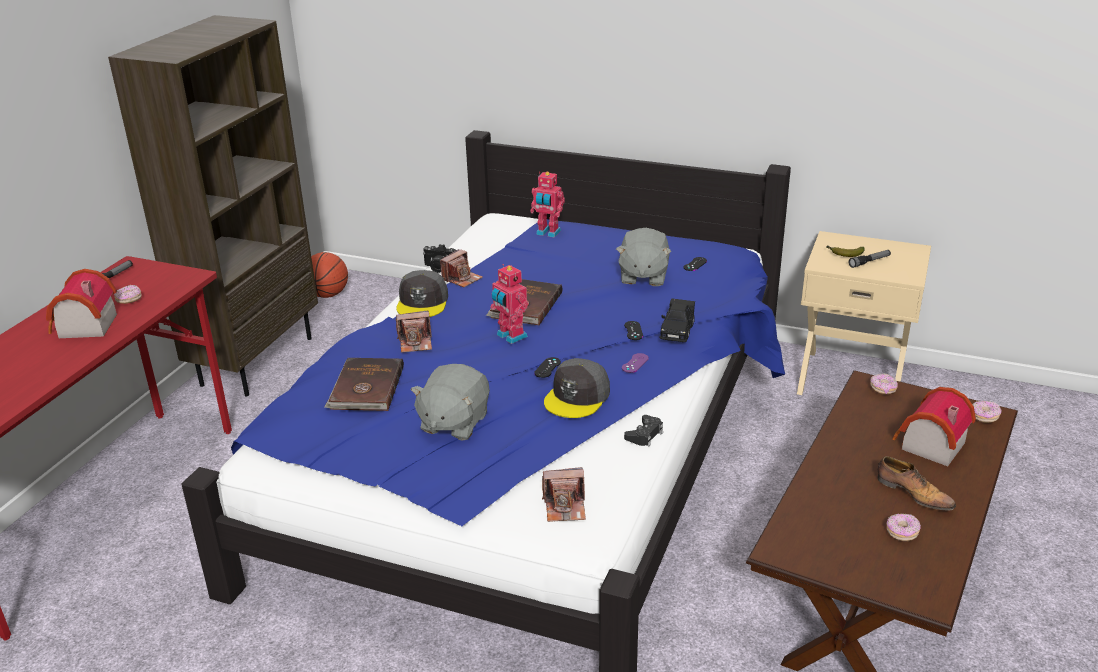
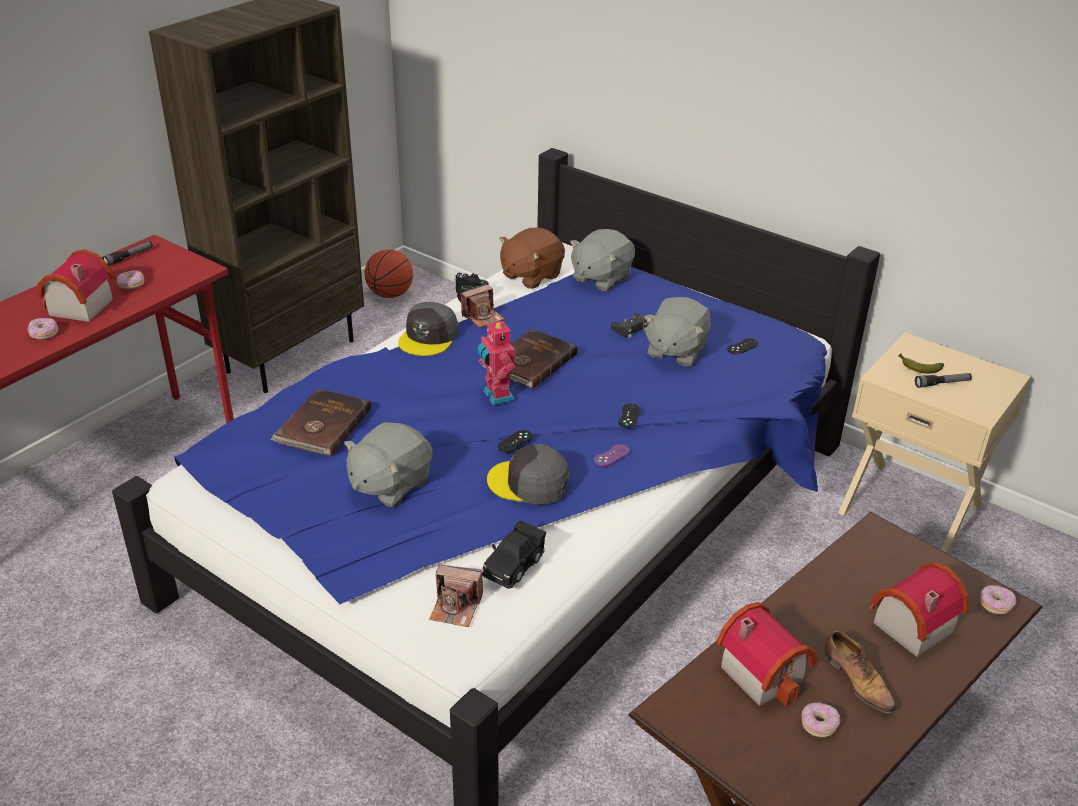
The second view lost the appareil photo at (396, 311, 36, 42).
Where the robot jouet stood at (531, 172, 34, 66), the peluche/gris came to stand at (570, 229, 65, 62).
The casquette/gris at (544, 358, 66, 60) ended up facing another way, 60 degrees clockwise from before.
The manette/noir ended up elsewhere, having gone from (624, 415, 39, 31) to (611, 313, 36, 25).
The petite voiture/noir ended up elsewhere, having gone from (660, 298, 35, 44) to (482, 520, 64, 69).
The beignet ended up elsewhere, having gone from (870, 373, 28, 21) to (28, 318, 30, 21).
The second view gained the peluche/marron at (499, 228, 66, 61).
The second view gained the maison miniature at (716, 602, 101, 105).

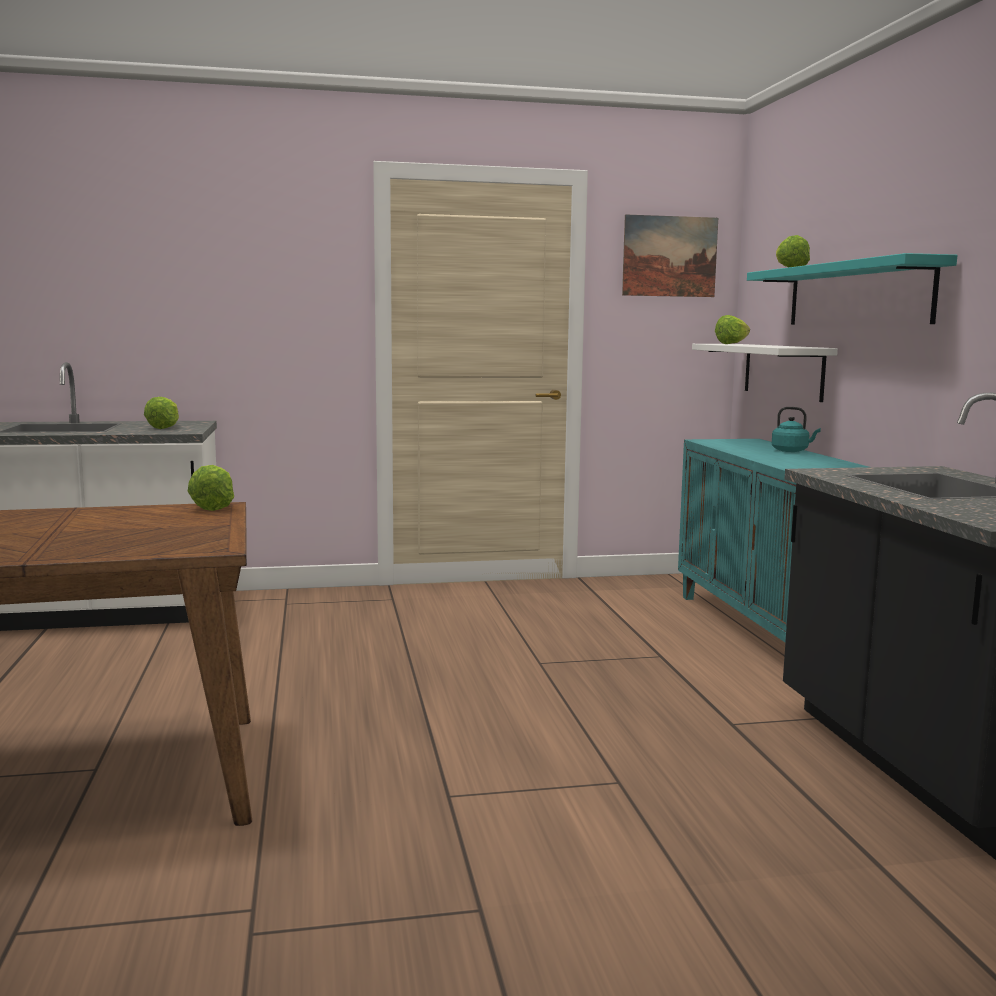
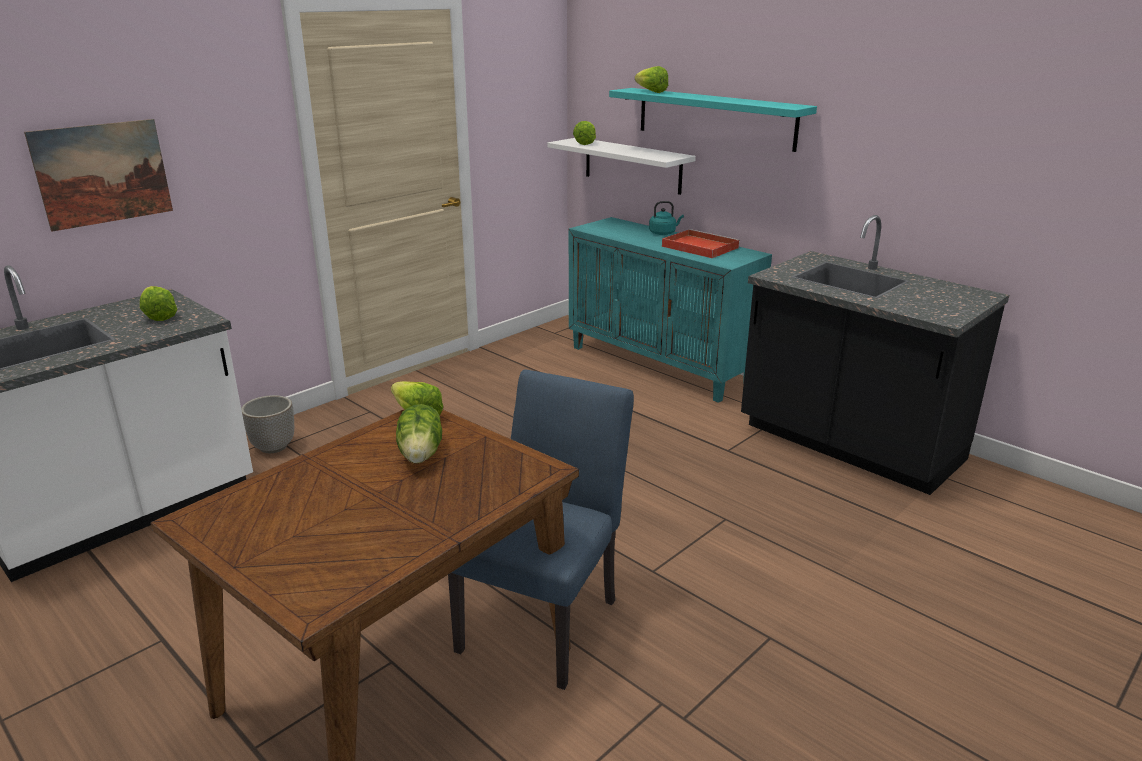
The tableau ended up elsewhere, having gone from (622, 214, 96, 83) to (24, 119, 149, 113).
The second view gained the cache-pot at (241, 395, 53, 58).
The second view gained the laitue at (396, 404, 46, 60).
The second view gained the chaise/bleu at (448, 369, 186, 321).
The second view gained the plateau/rouge at (662, 229, 78, 29).

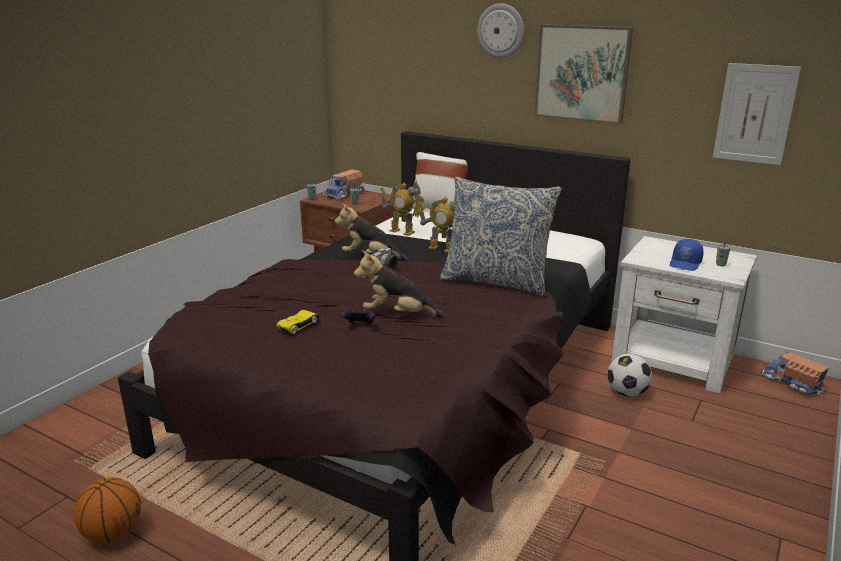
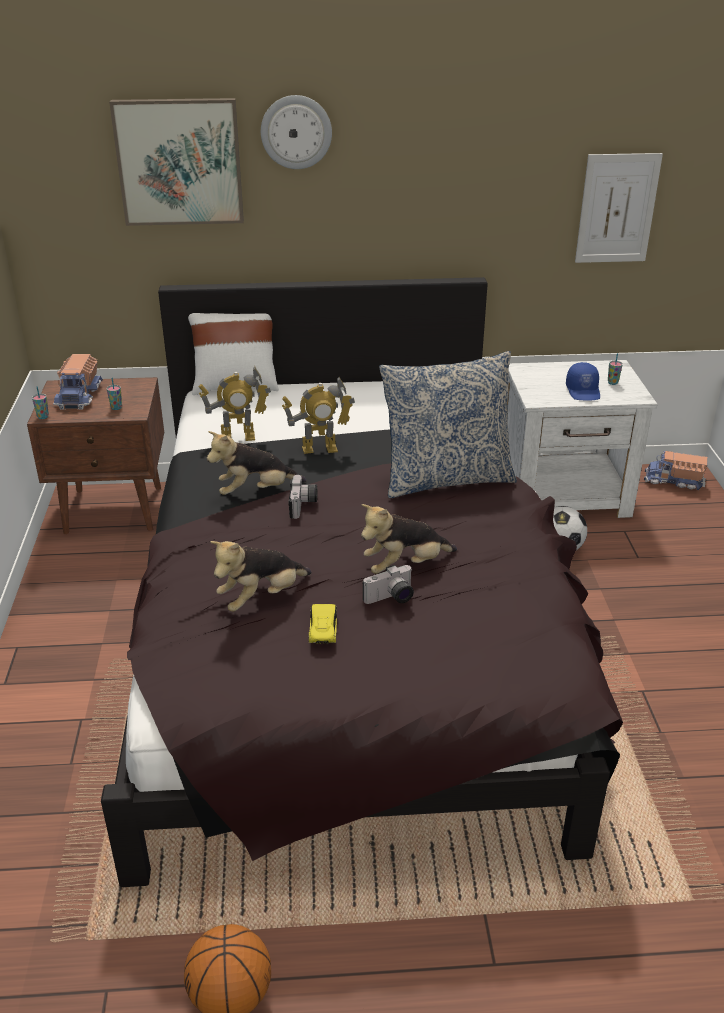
Where the manette stood at (342, 309, 33, 15), the appareil photo came to stand at (363, 565, 51, 39).
The tableau ended up elsewhere, having gone from (535, 24, 98, 101) to (109, 98, 135, 128).
The second view gained the peluche at (210, 541, 102, 71).

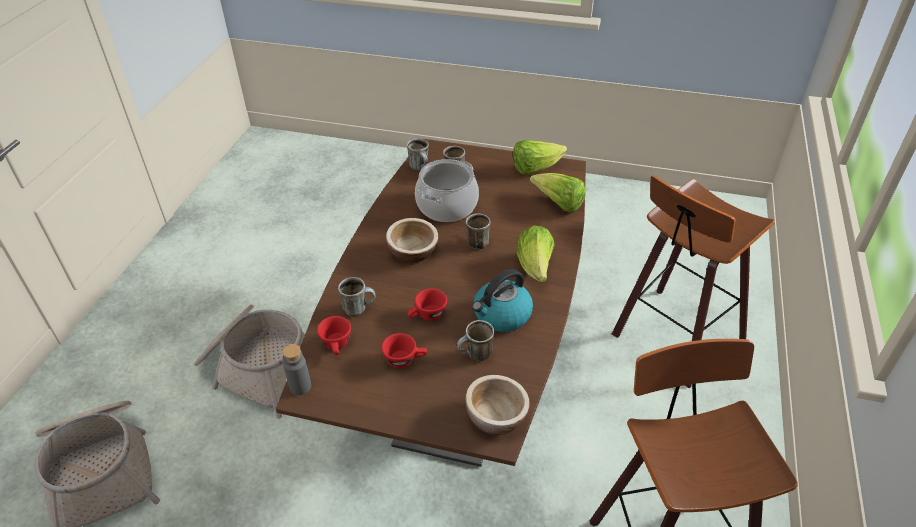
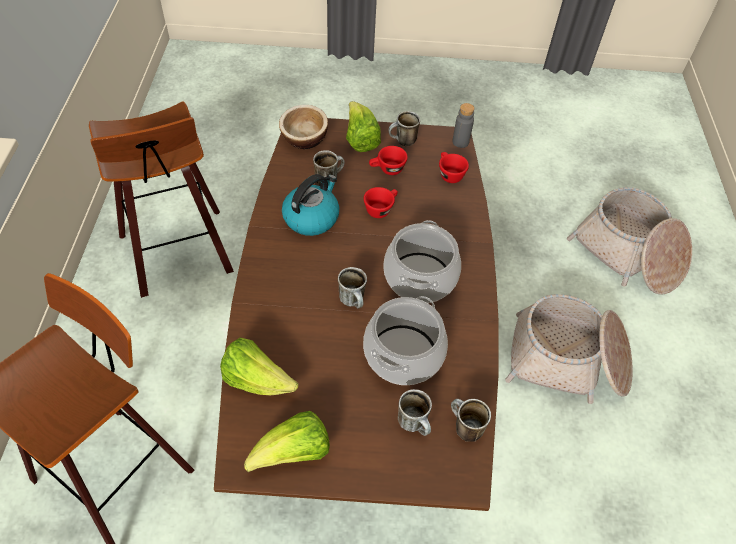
The mug ended up elsewhere, having gone from (338, 277, 37, 40) to (388, 111, 32, 35).
Where the bol stood at (386, 218, 52, 45), the marmite came to stand at (383, 220, 78, 83).
The laitue ended up elsewhere, having gone from (516, 225, 39, 57) to (346, 101, 35, 51).

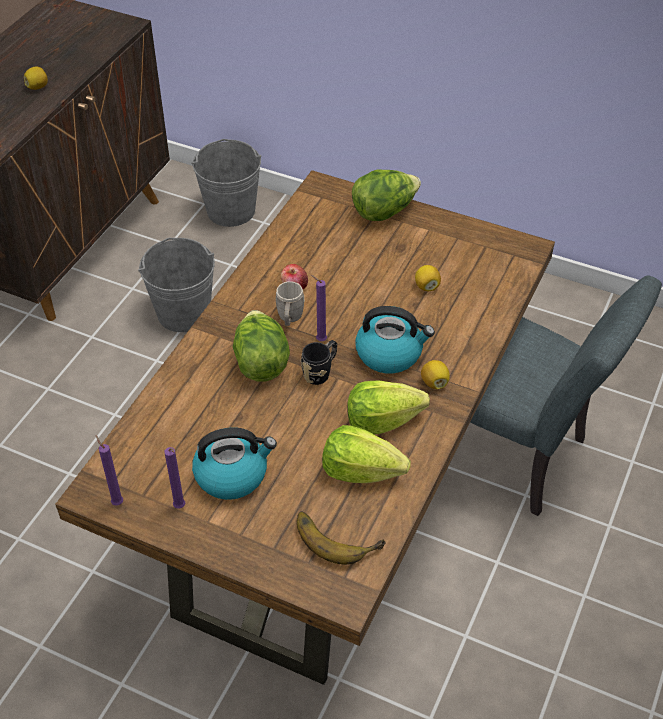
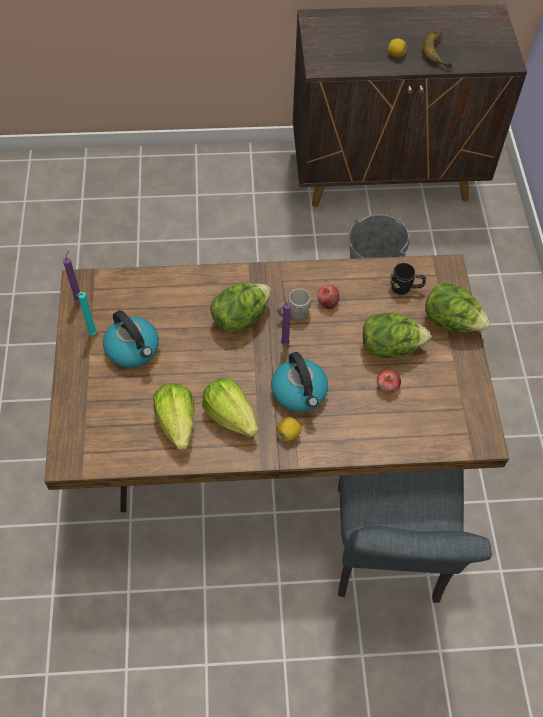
What was the bougie/violet at (164, 447, 21, 62) turned into the bougie/turquoise at (76, 292, 21, 43).
The second view lost the seau/gris at (191, 139, 70, 88).
The banane ended up elsewhere, having gone from (297, 511, 89, 54) to (422, 31, 30, 38).
The mug/noir ended up elsewhere, having gone from (301, 340, 36, 45) to (390, 263, 36, 32).
Where the citron stood at (415, 265, 26, 26), the pomme came to stand at (377, 369, 24, 24).
The second view gained the laitue at (363, 313, 68, 45).

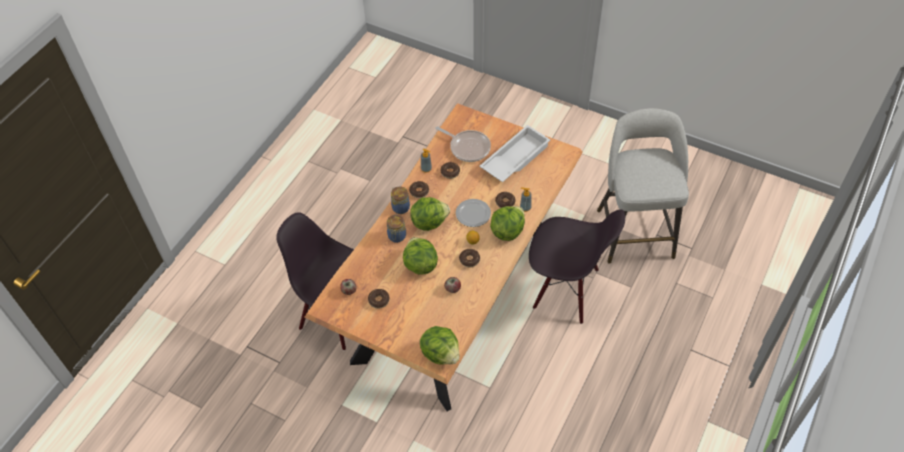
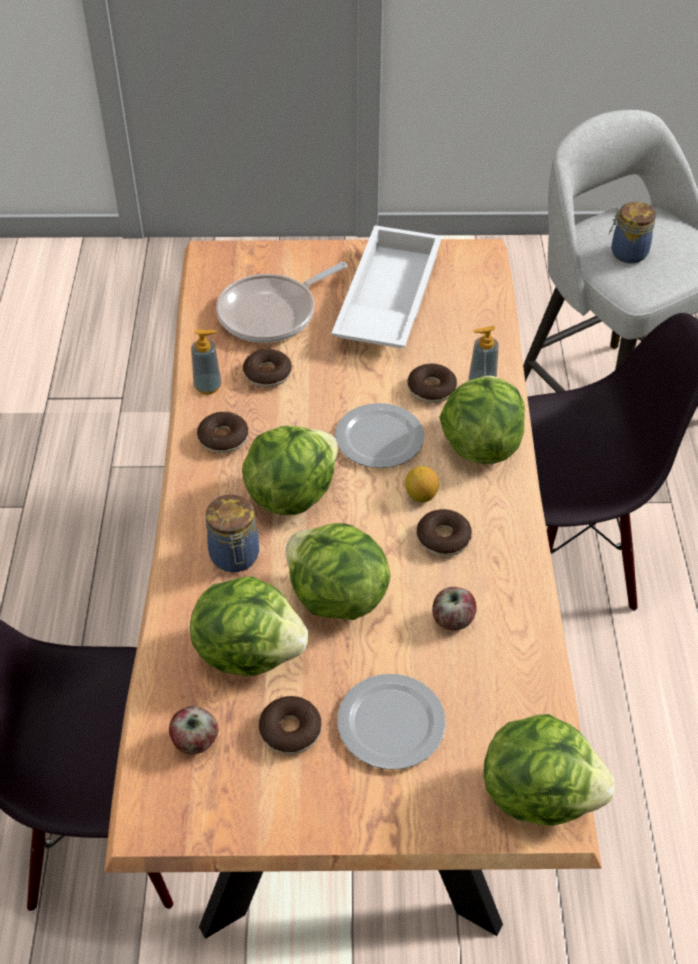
The bocal ended up elsewhere, having gone from (391, 186, 19, 28) to (609, 202, 47, 61).
The poêle at (435, 126, 56, 36) ended up facing another way, 135 degrees clockwise from before.
The second view gained the laitue at (190, 576, 118, 100).
The second view gained the assiette at (337, 674, 109, 96).

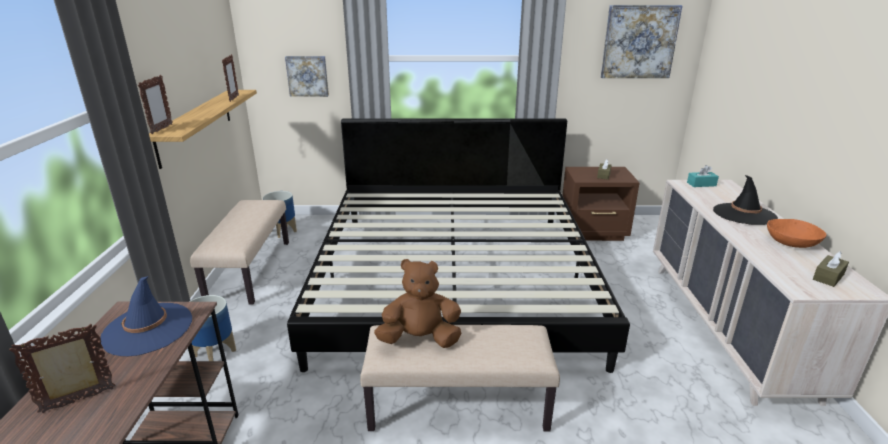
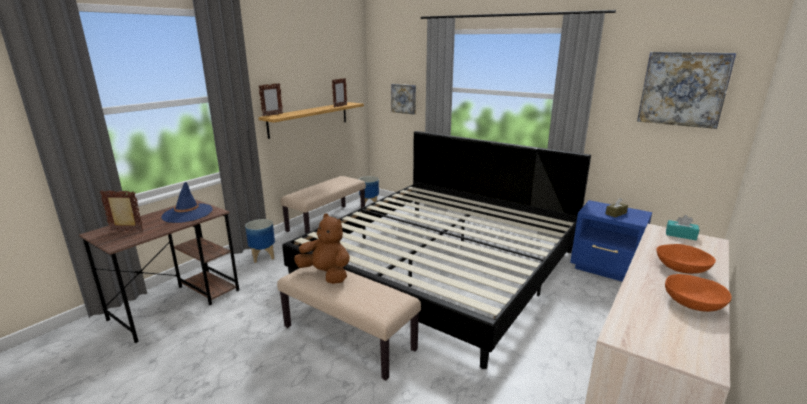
What was the table de chevet/marron at (562, 167, 78, 74) turned into the table de chevet/bleu at (570, 200, 82, 82).
Where the chapeau/noir stood at (713, 175, 65, 50), the bol/orange came to stand at (656, 244, 60, 30).
The second view lost the boîte à mouchoirs/marron at (813, 252, 36, 35).

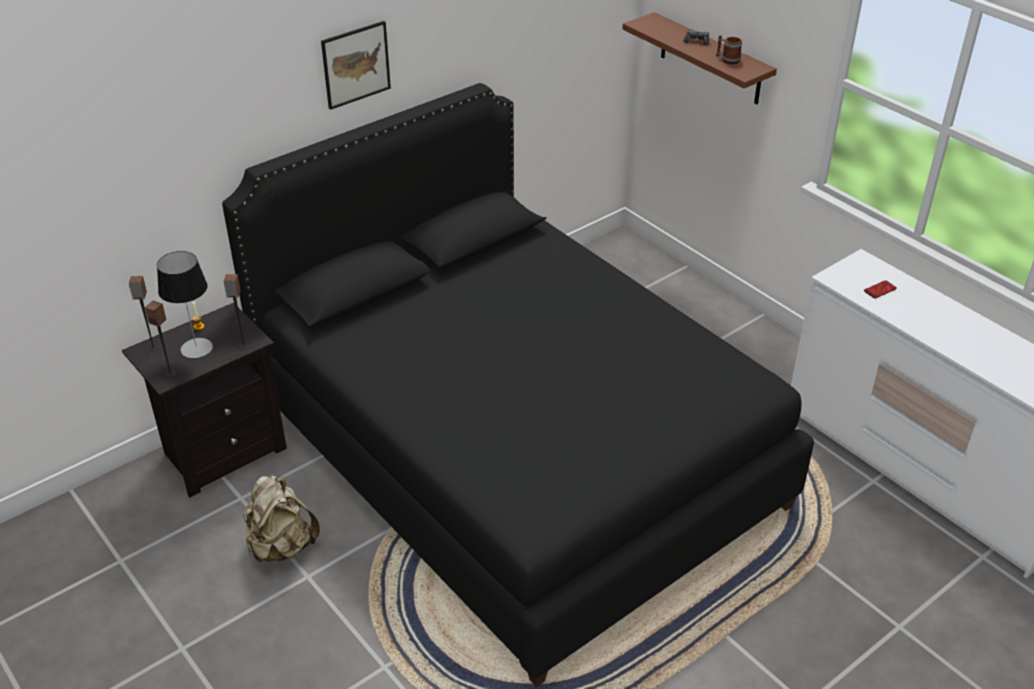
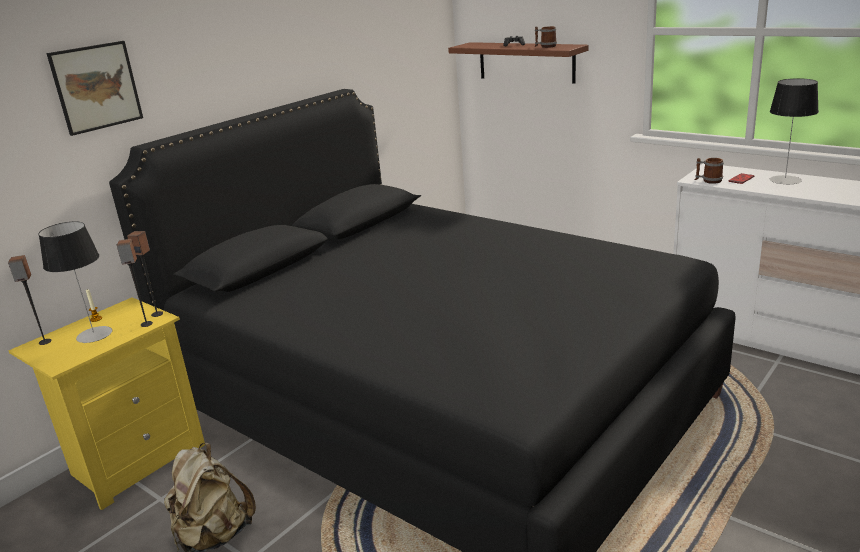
What was the table de chevet/noir at (122, 303, 165, 195) turned into the table de chevet/jaune at (8, 297, 197, 213).
The enceinte ended up elsewhere, having gone from (145, 300, 31, 78) to (127, 231, 36, 86).
The tableau ended up elsewhere, having gone from (321, 21, 70, 89) to (46, 41, 97, 95).
The second view gained the mug at (695, 158, 29, 26).
The second view gained the lampe de table at (770, 78, 49, 106).

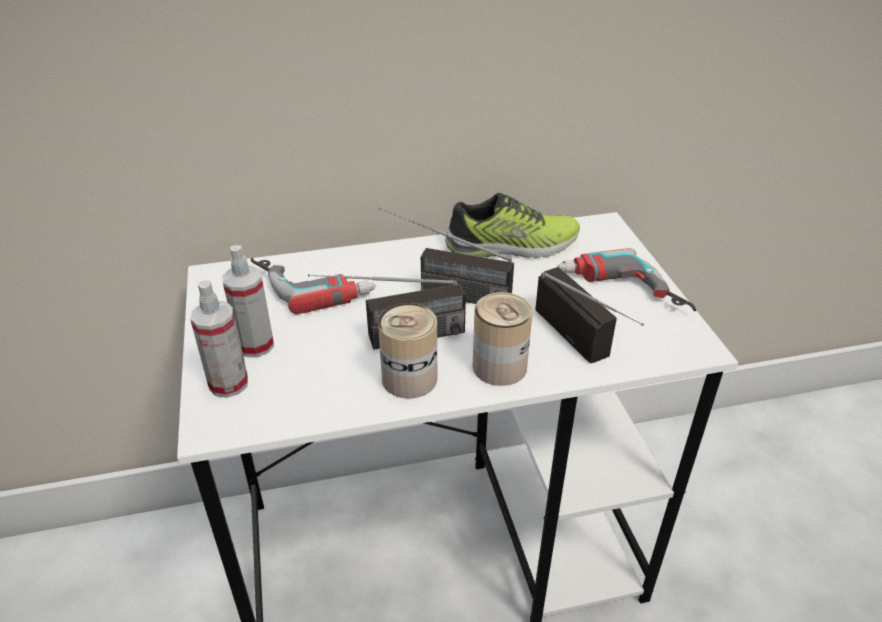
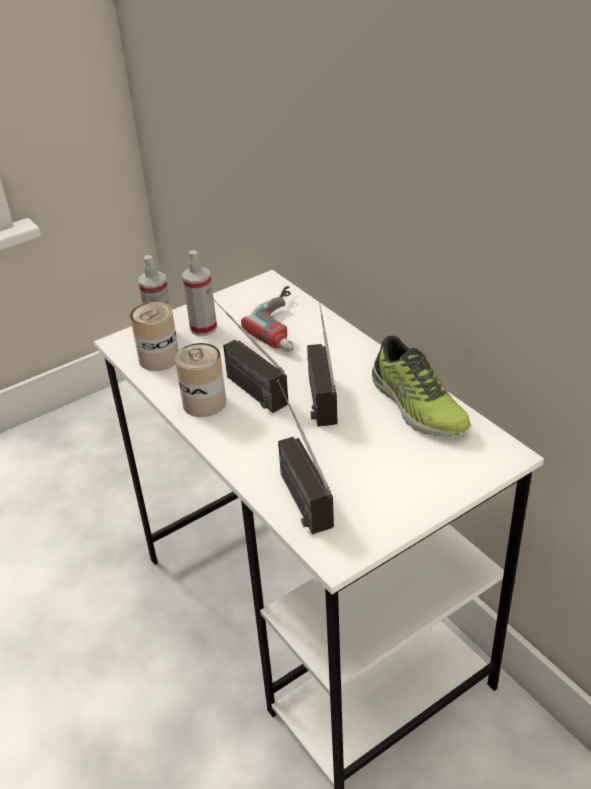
The boîte métallique ended up elsewhere, having gone from (473, 292, 60, 94) to (130, 302, 49, 69).
The radio at (535, 267, 109, 96) ended up facing another way, 120 degrees clockwise from before.
The second view lost the perceuse at (557, 248, 139, 63).

